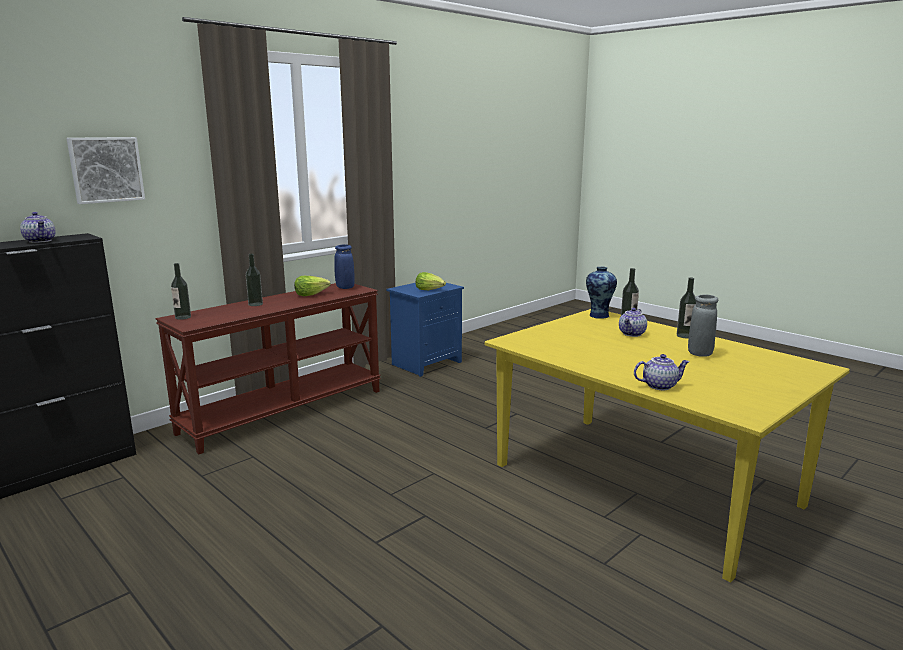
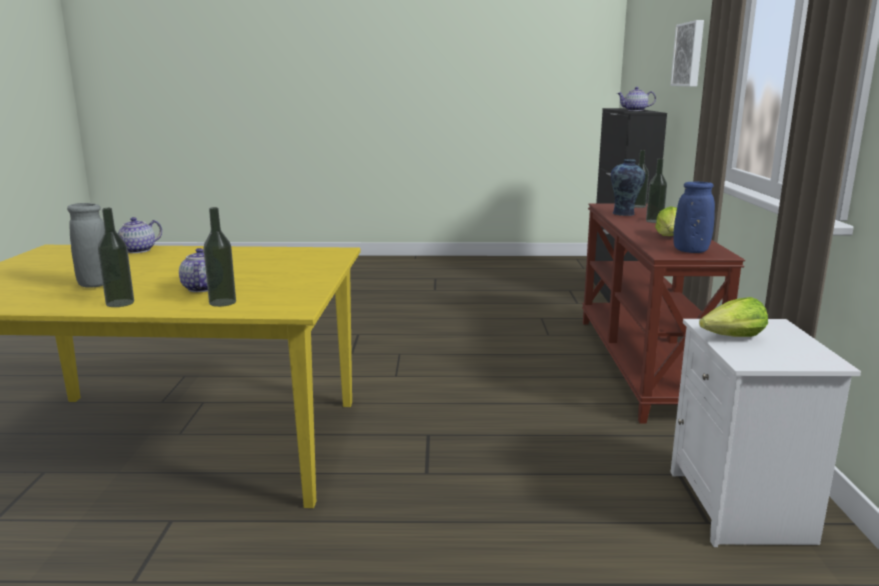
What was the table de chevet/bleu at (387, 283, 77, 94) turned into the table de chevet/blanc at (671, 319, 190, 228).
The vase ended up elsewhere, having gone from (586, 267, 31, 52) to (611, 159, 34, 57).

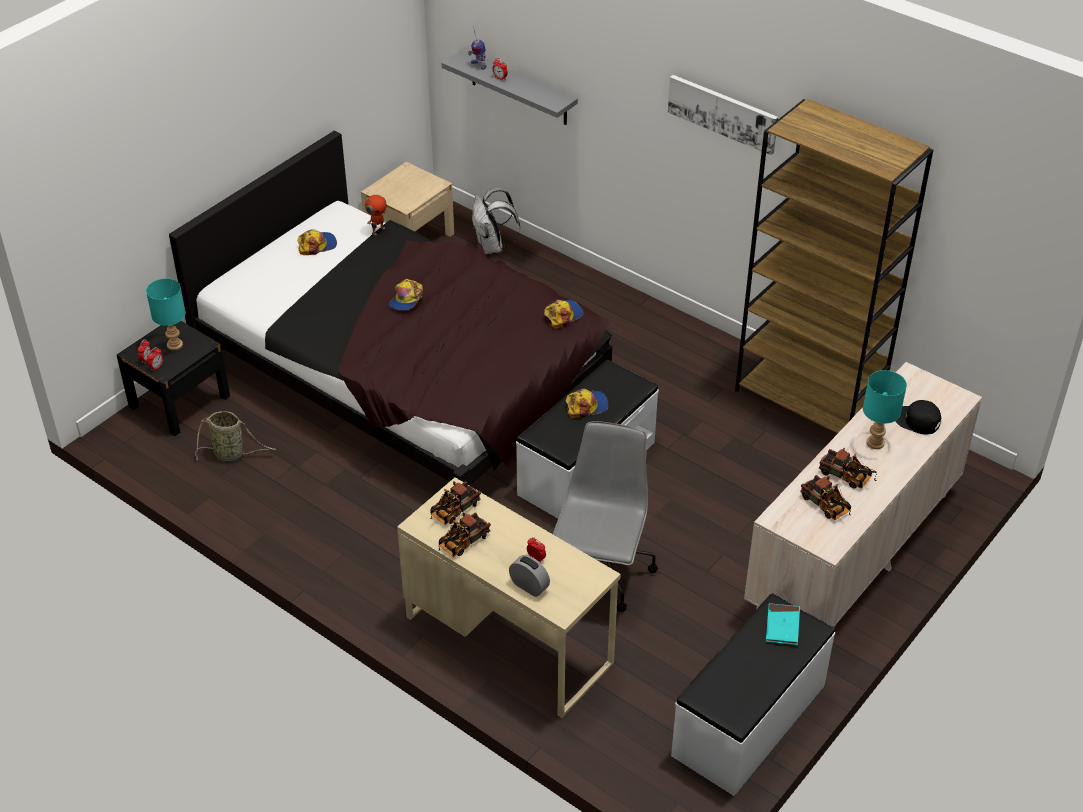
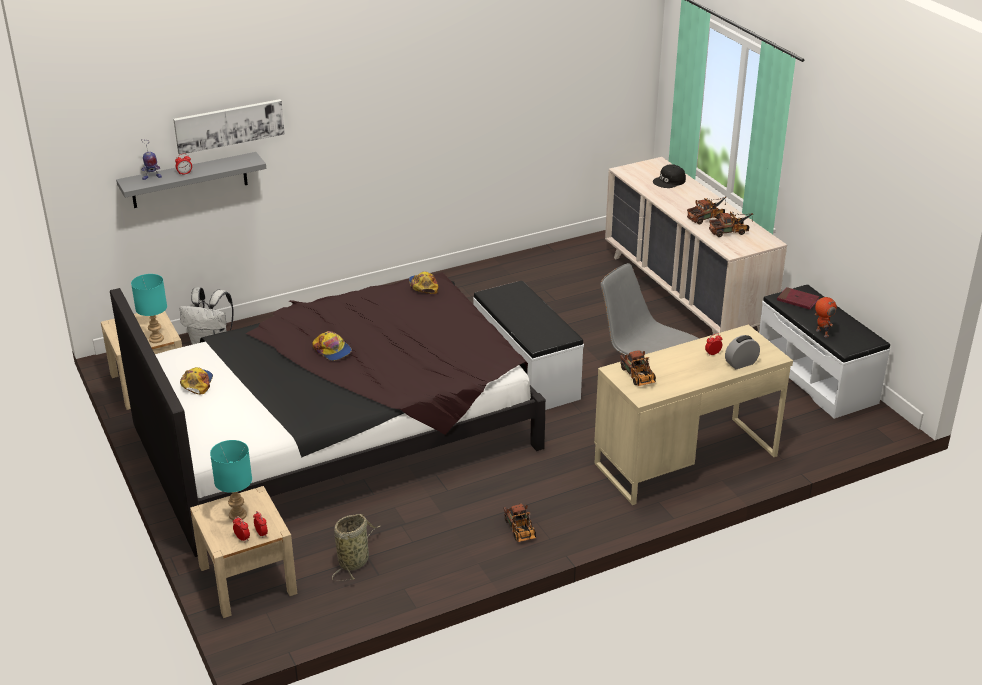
What was the table de chevet/noir at (117, 321, 113, 115) turned into the table de chevet/beige at (190, 486, 107, 132).
The robot jouet ended up elsewhere, having gone from (365, 195, 21, 40) to (815, 297, 22, 40).
The camion jouet ended up elsewhere, having gone from (438, 512, 53, 45) to (503, 503, 33, 39).
The second view lost the casquette at (566, 389, 43, 29).
The tableau ended up elsewhere, having gone from (668, 75, 110, 80) to (173, 99, 112, 56).
The second view lost the bibliothèque/marron at (735, 99, 198, 335).
What was the livre/turquoise at (766, 603, 34, 42) turned into the livre/rouge at (777, 287, 43, 23).
The lampe de table/turquoise ended up elsewhere, having gone from (863, 370, 44, 79) to (131, 274, 36, 69).

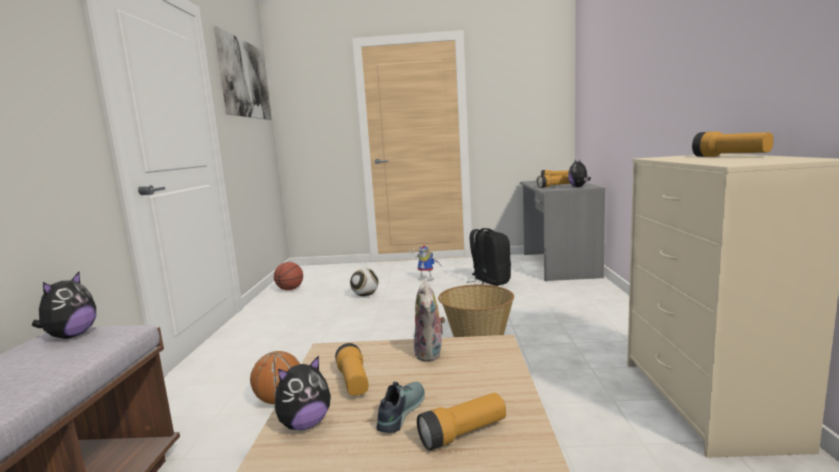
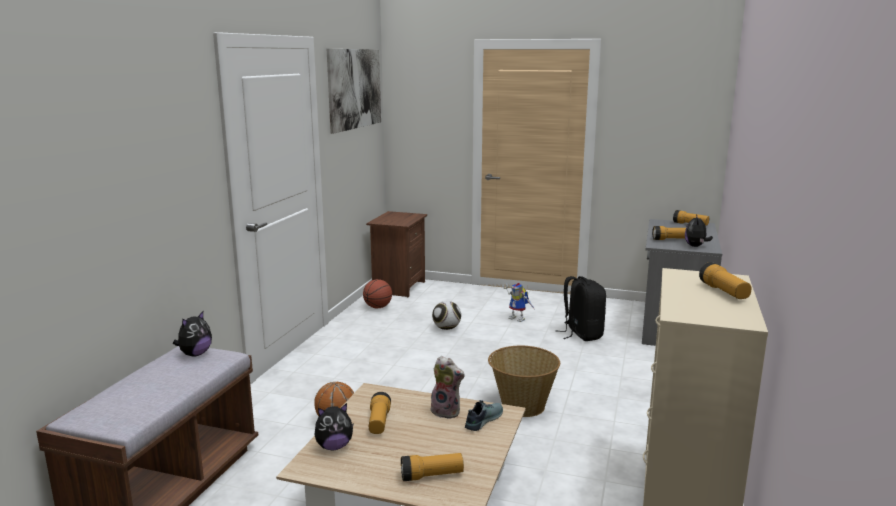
The chaussure ended up elsewhere, having gone from (376, 381, 49, 52) to (465, 400, 38, 31).
The peluche at (414, 282, 32, 80) ended up facing another way, 75 degrees counterclockwise from before.
The second view gained the table de chevet/marron at (366, 211, 61, 86).

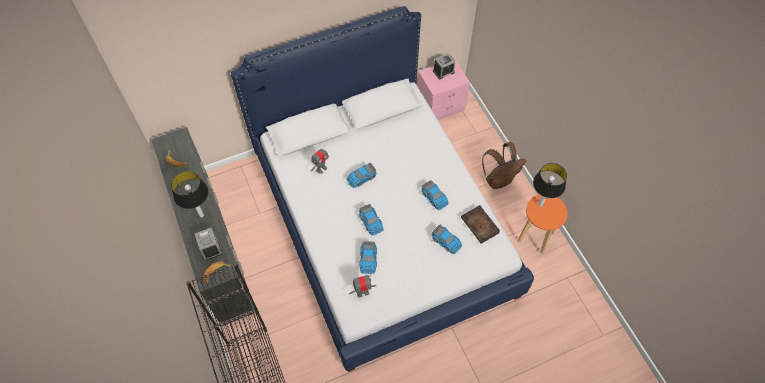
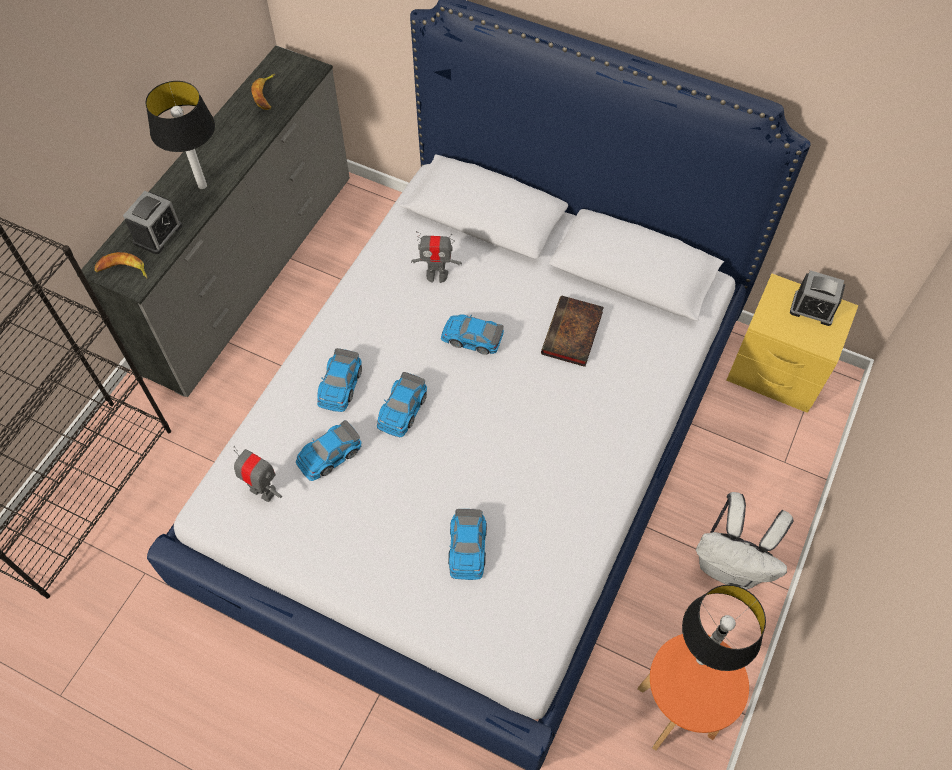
What was the table de chevet/rose at (417, 59, 53, 61) turned into the table de chevet/jaune at (726, 274, 133, 139).
The petite voiture ended up elsewhere, having gone from (421, 180, 28, 30) to (317, 348, 45, 64).
The livre ended up elsewhere, having gone from (461, 205, 39, 39) to (541, 295, 63, 72).
What was the sac à dos/marron at (482, 142, 44, 47) turned into the sac à dos/blanc at (696, 492, 98, 97).

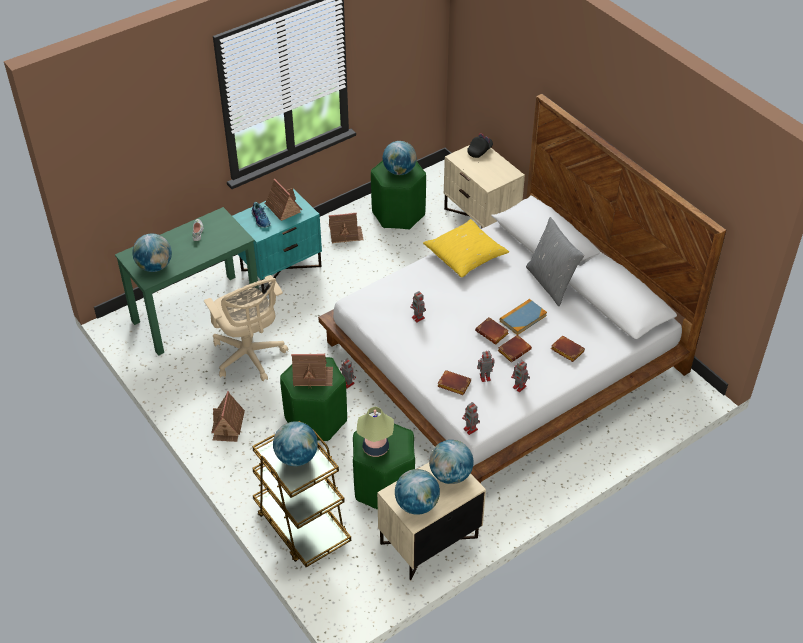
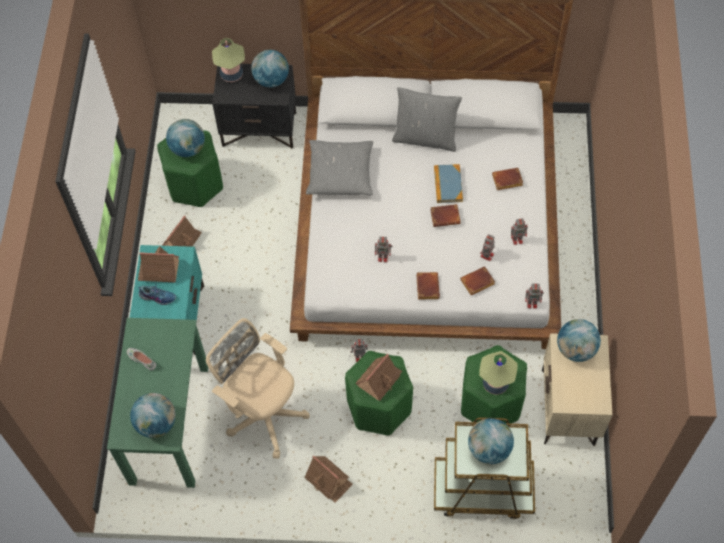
The chaise de bureau/beige at (204, 275, 85, 106) ended up facing another way, 150 degrees counterclockwise from before.
The globe ended up elsewhere, having gone from (395, 469, 45, 46) to (251, 50, 38, 38).
What was the coussin/jaune at (423, 219, 86, 59) turned into the coussin/gris at (306, 140, 67, 55).
What was the table de chevet/beige at (444, 145, 81, 84) turned into the table de chevet/noir at (212, 64, 84, 85).
Where the casquette/noir stood at (467, 133, 26, 25), the lampe de table came to stand at (212, 38, 33, 44).
The livre/marron ended up elsewhere, having gone from (497, 335, 35, 27) to (416, 272, 24, 28).

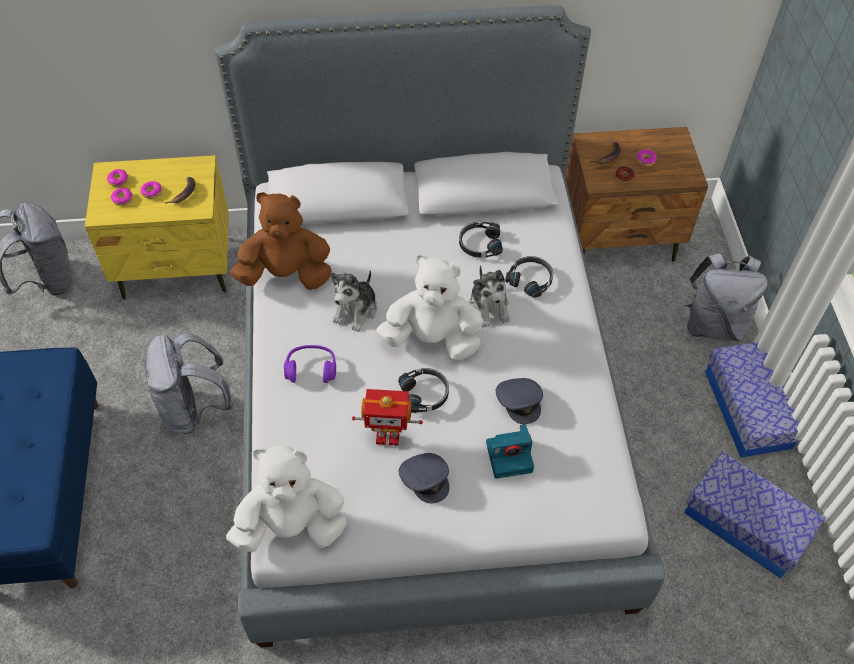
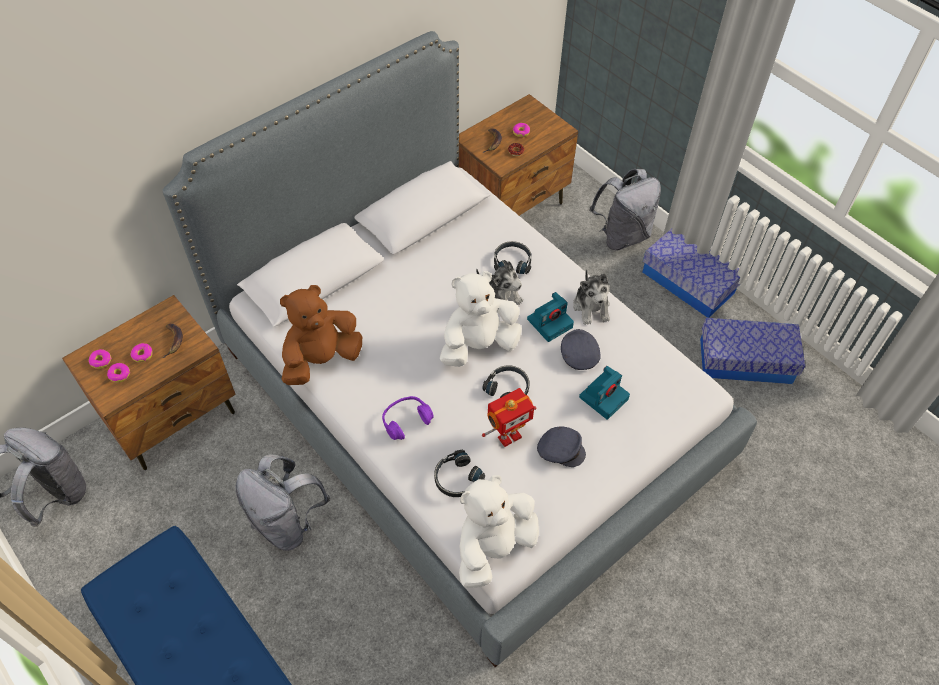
What was the table de chevet/jaune at (85, 155, 144, 144) turned into the table de chevet/marron at (62, 295, 174, 175).
The peluche ended up elsewhere, having gone from (330, 270, 48, 62) to (573, 269, 37, 56).
The casque audio/noir ended up elsewhere, having gone from (459, 222, 44, 36) to (434, 450, 51, 47).
The casquette/gris at (496, 378, 47, 46) ended up facing another way, 135 degrees counterclockwise from before.
The second view gained the appareil photo at (527, 292, 47, 50).

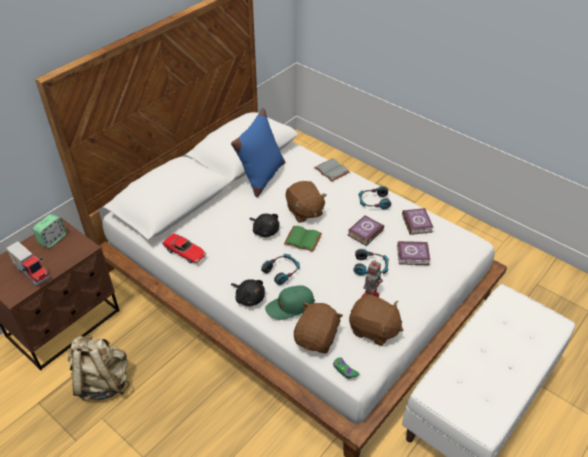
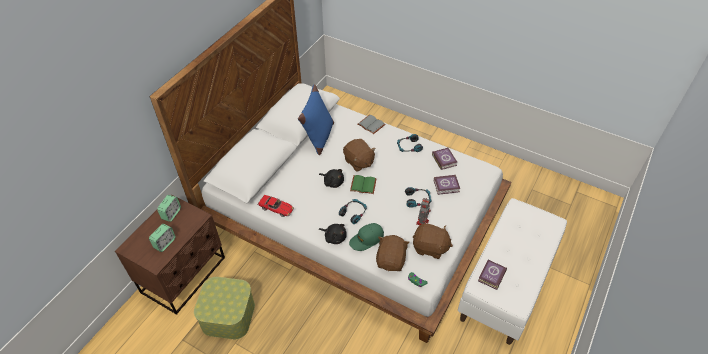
Where the camion jouet stood at (6, 241, 44, 45), the réveil came to stand at (149, 224, 27, 28).
Where the sac à dos/beige stood at (68, 335, 61, 66), the boîte de rangement came to stand at (194, 277, 61, 62).
The livre ended up elsewhere, having gone from (348, 216, 36, 30) to (478, 260, 29, 30).

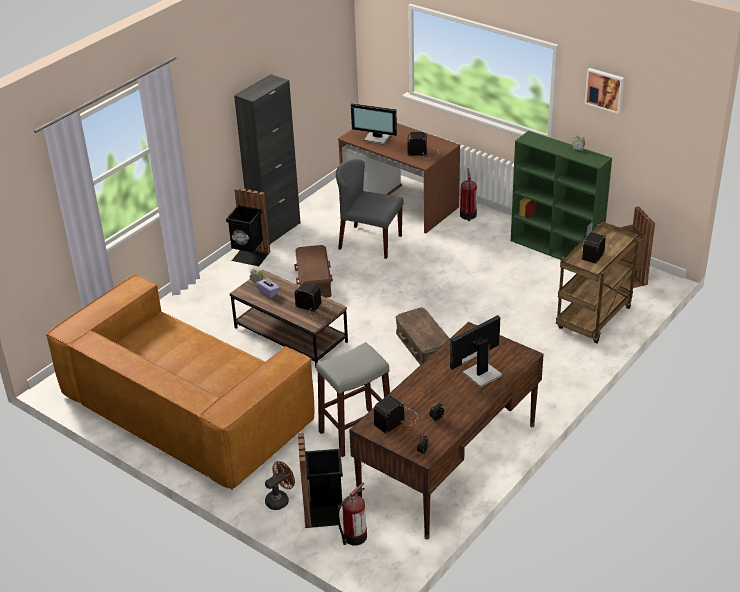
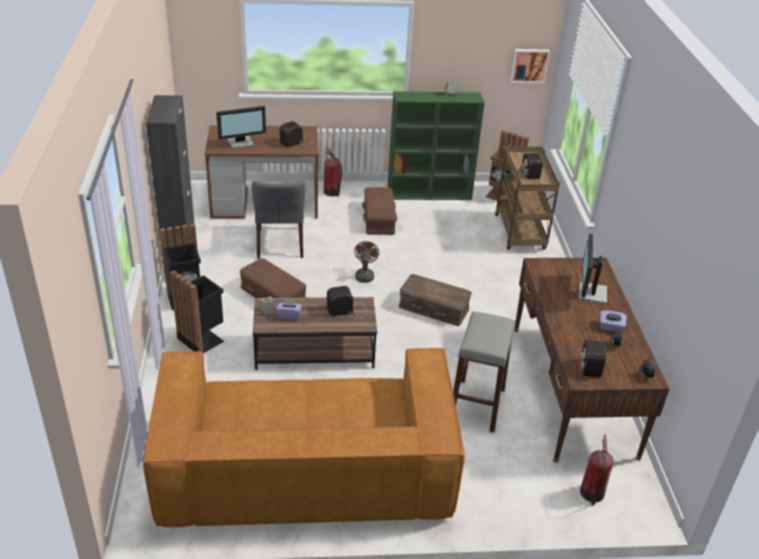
The ventilateur/marron ended up elsewhere, having gone from (265, 461, 30, 49) to (354, 241, 25, 42).
The poubelle/noir ended up elsewhere, having gone from (298, 433, 45, 95) to (170, 270, 54, 83).
The chaise/gris at (336, 159, 68, 100) ended up facing another way, 75 degrees counterclockwise from before.
The tableau ended up elsewhere, having gone from (585, 68, 39, 46) to (511, 49, 39, 34).
The second view gained the boîte de rangement/marron at (362, 187, 35, 48).
The second view gained the boîte à mouchoirs/violet at (600, 310, 27, 22).

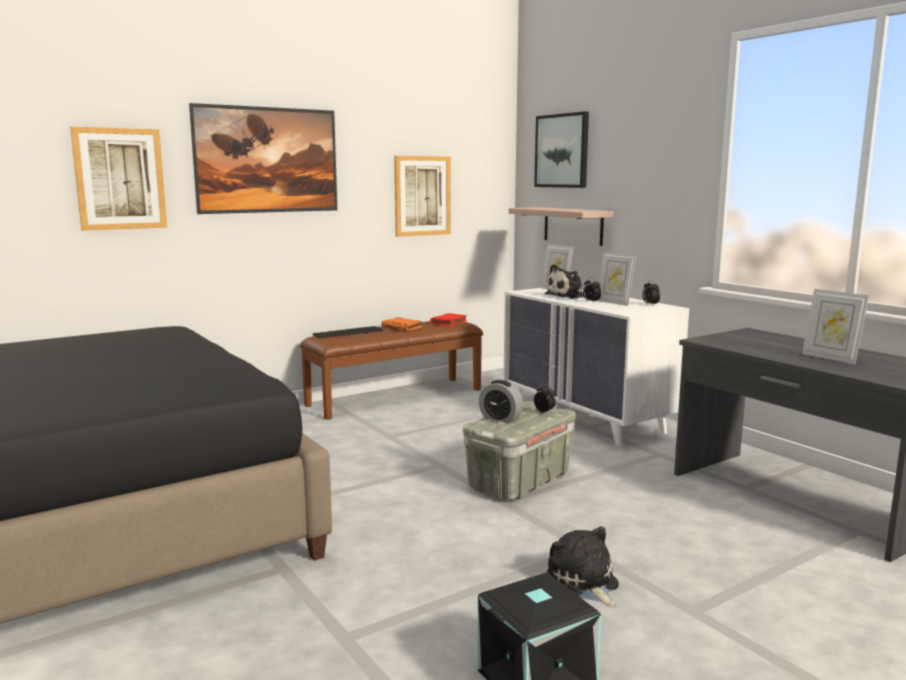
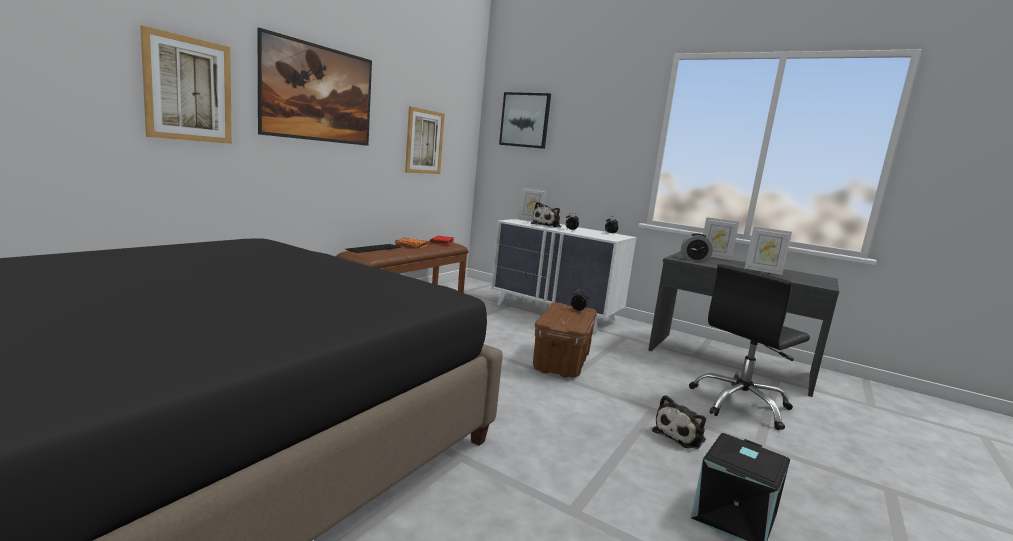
What was the boîte de rangement/gris at (463, 401, 113, 99) turned into the boîte de rangement/marron at (533, 302, 64, 76).
The réveil ended up elsewhere, having gone from (479, 380, 44, 43) to (681, 233, 32, 29).
The second view lost the étagère at (509, 207, 105, 39).
The peluche at (547, 526, 72, 81) ended up facing another way, 90 degrees counterclockwise from before.
The cadre photo ended up elsewhere, having gone from (597, 252, 39, 54) to (703, 217, 36, 43).
The second view gained the chaise de bureau/noir at (689, 264, 121, 166).

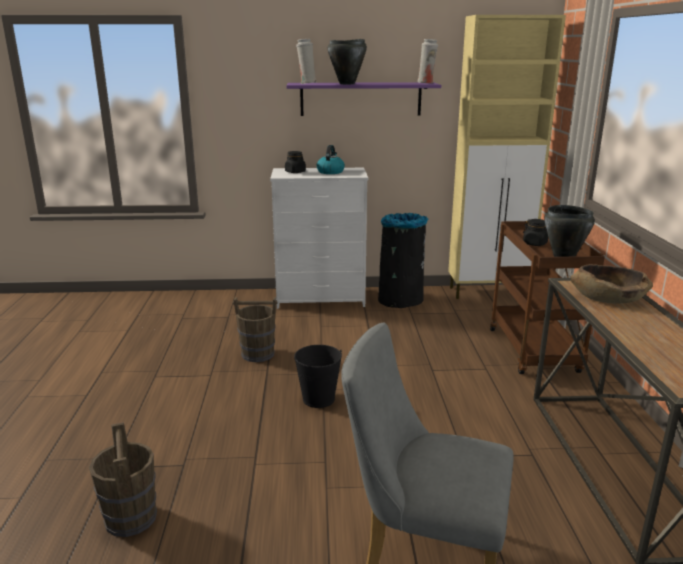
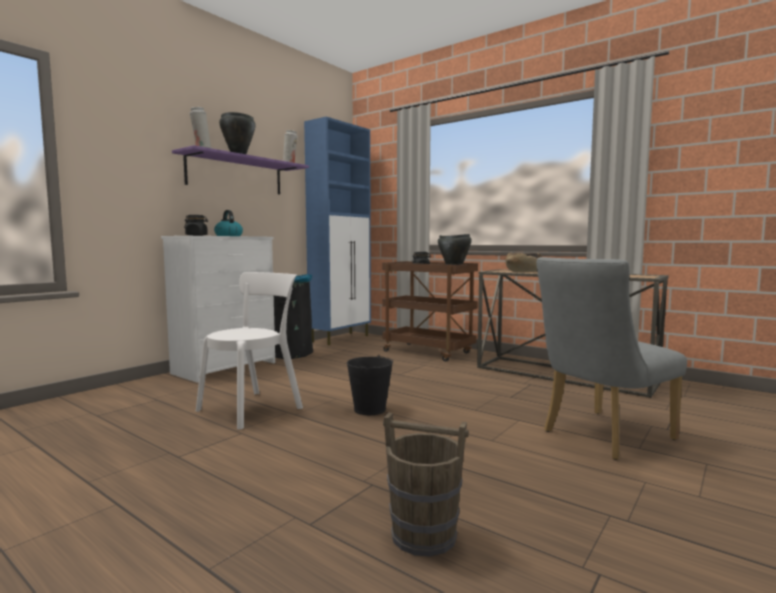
Where the seau/marron stood at (233, 297, 44, 65), the chaise/blanc came to stand at (196, 272, 107, 157).
What was the meuble de rangement/beige at (448, 15, 118, 284) turned into the meuble de rangement/bleu at (304, 117, 67, 228).

